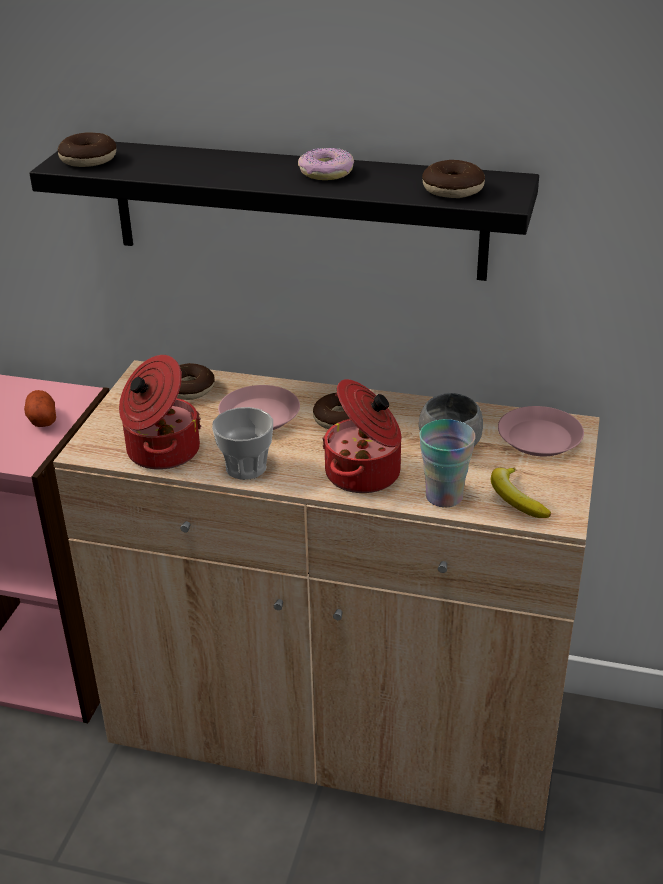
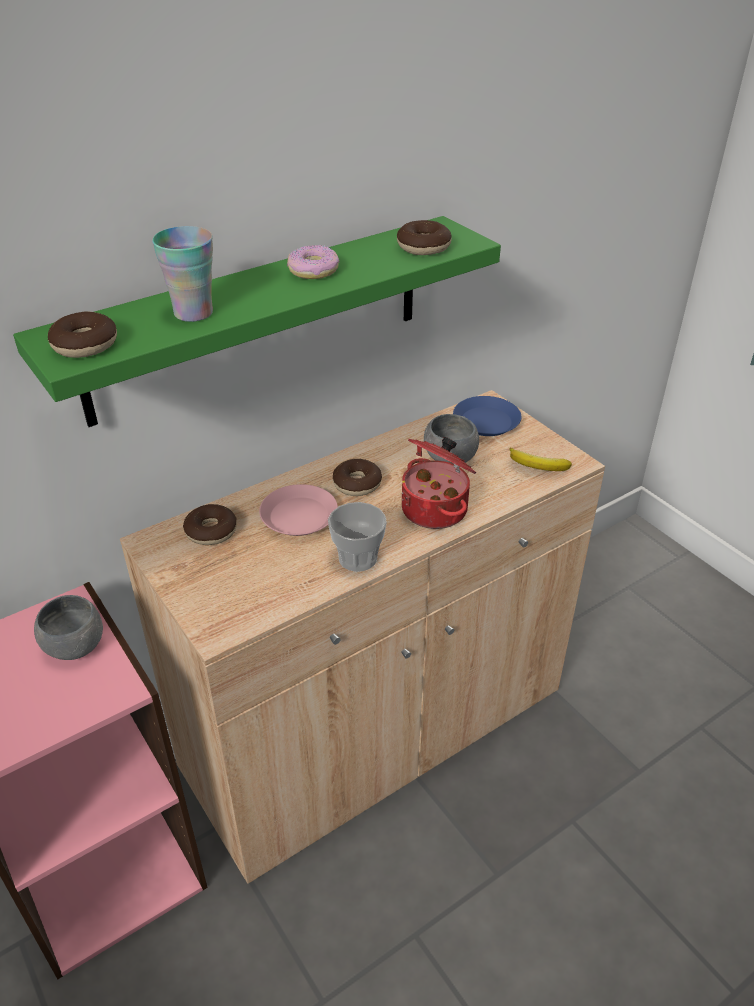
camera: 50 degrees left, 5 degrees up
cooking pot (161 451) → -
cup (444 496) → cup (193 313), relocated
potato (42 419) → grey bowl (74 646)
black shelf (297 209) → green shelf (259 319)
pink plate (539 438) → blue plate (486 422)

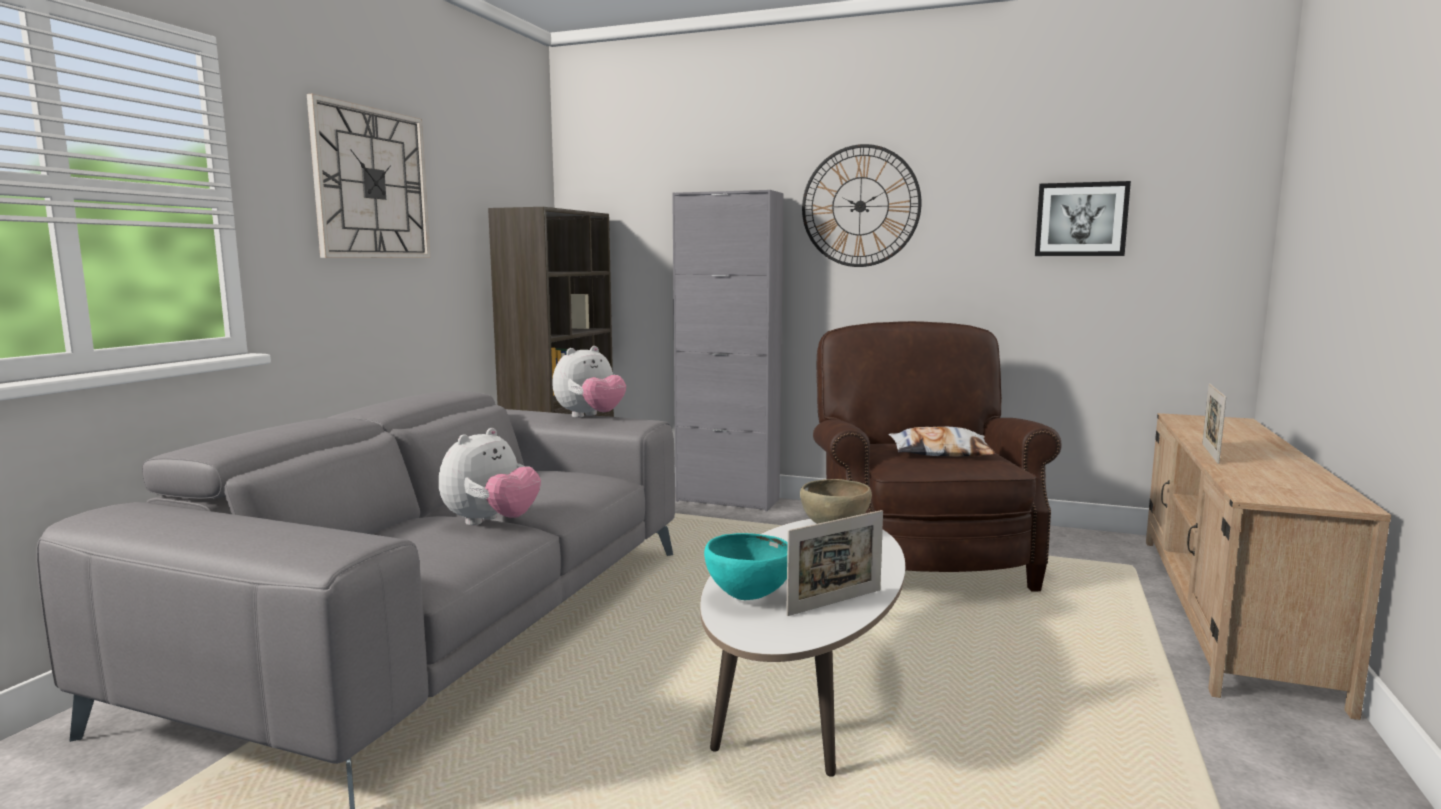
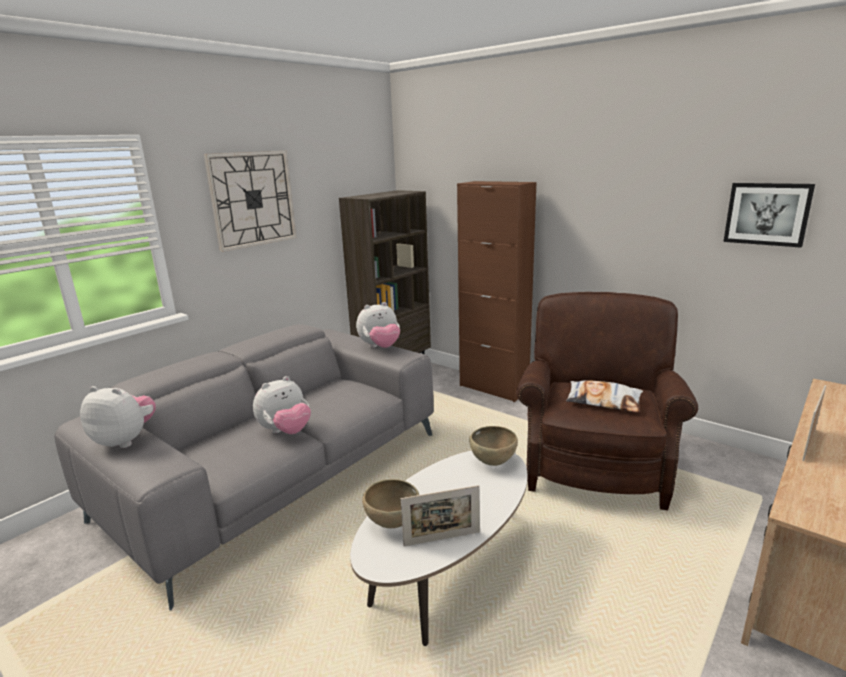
camera: 20 degrees right, 10 degrees up
wall clock (860 206) → -
- → plush toy (126 440)
grey cabinet (727 500) → brown cabinet (493 388)
turquoise bowl (748 598) → brown bowl (392 523)

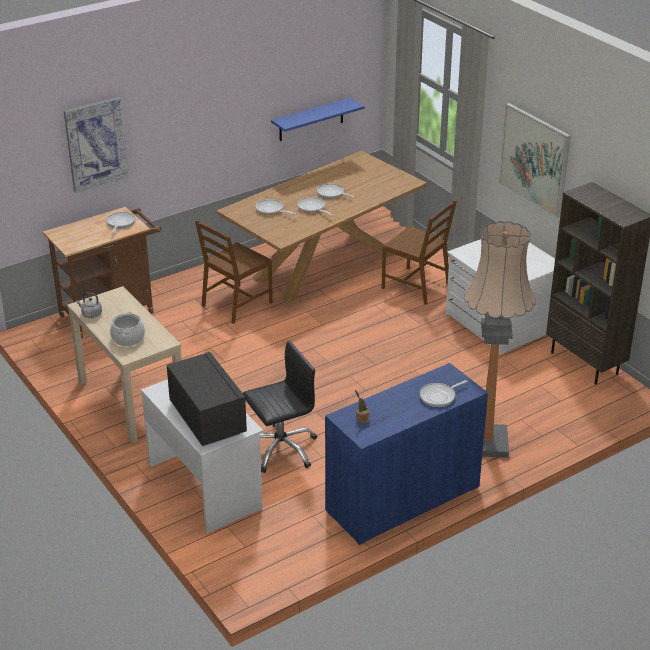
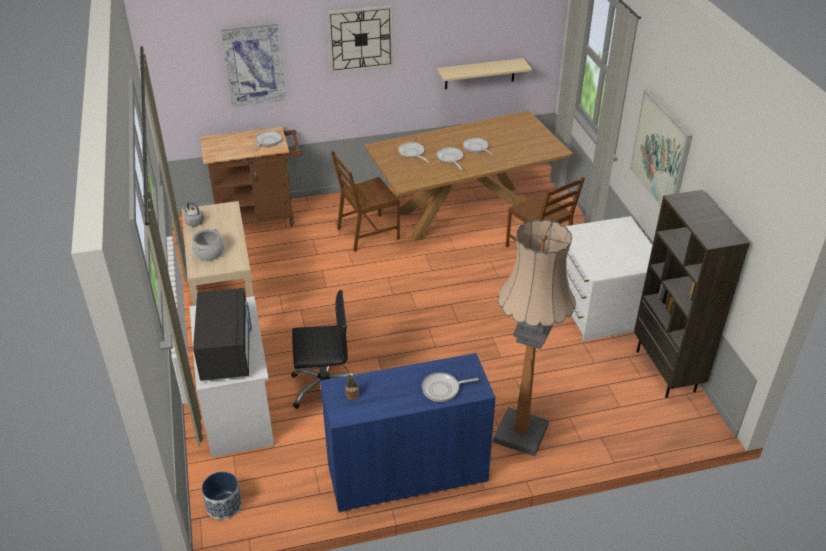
camera: 20 degrees right, 5 degrees up
- → planter (223 505)
- → wall clock (360 39)
blue shelf (311 120) → beige shelf (480 74)

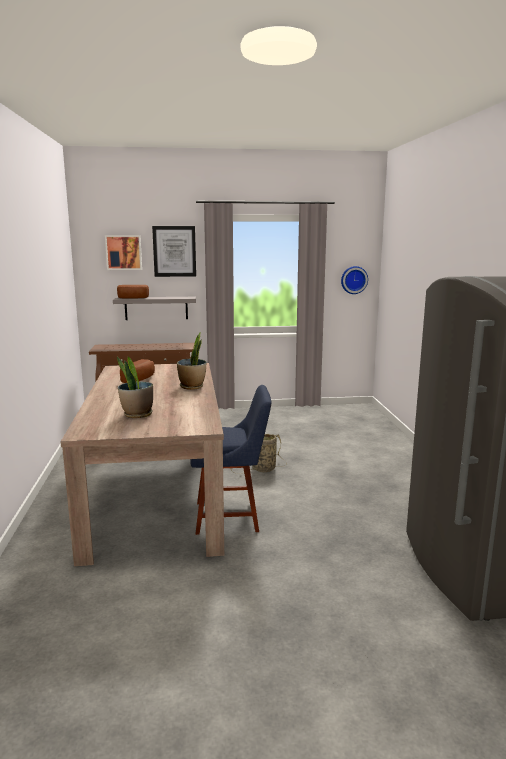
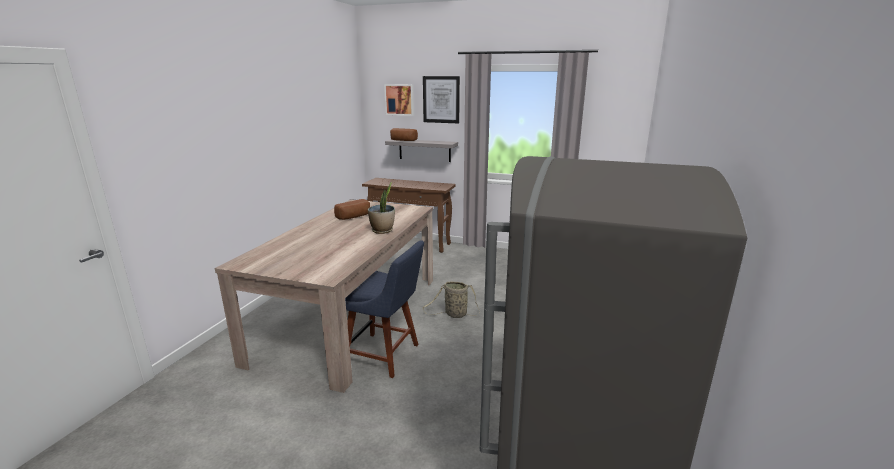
camera: 25 degrees right, 5 degrees up
potted plant (137 414) → -
wall clock (353 280) → -

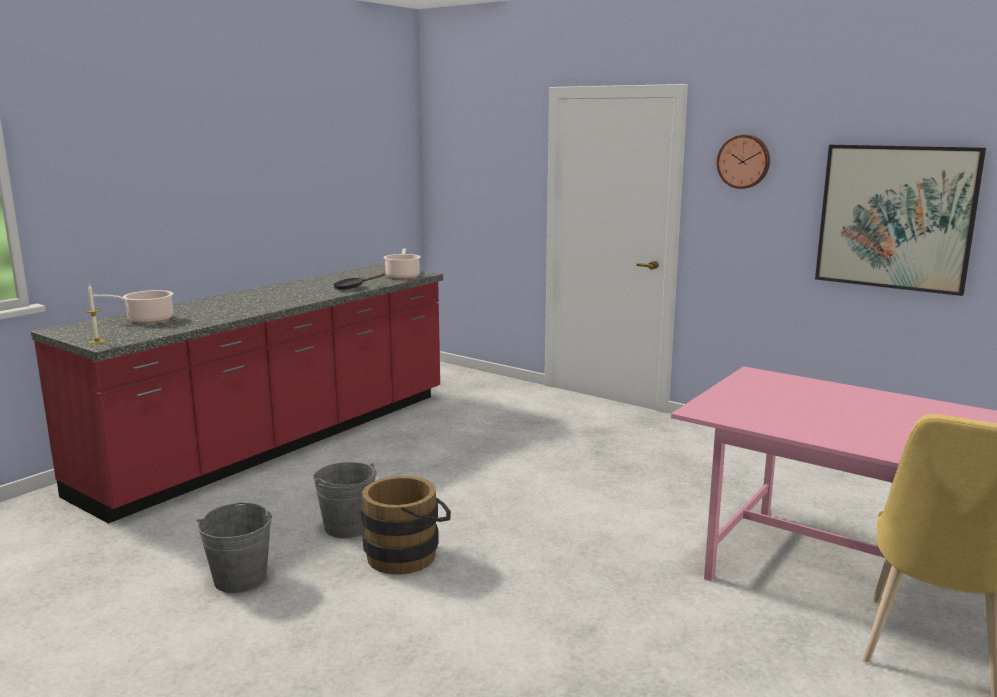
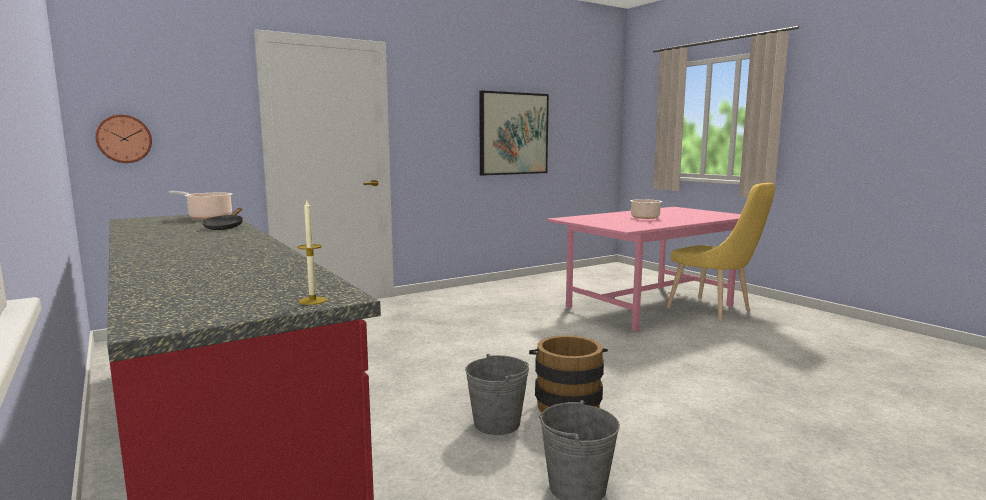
camera: 70 degrees left, 5 degrees down
cooking pot (147 319) → cooking pot (645 217), relocated
wall clock (744 161) → wall clock (124 139), relocated

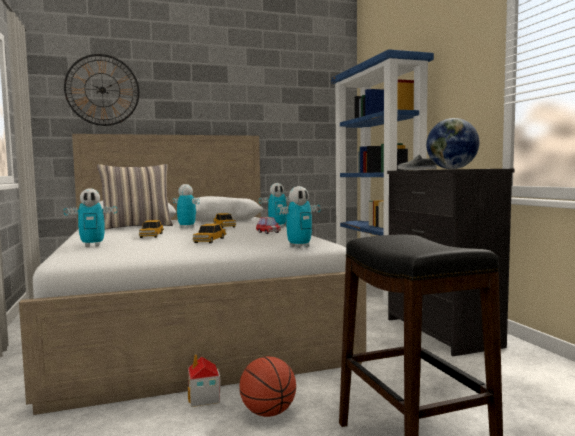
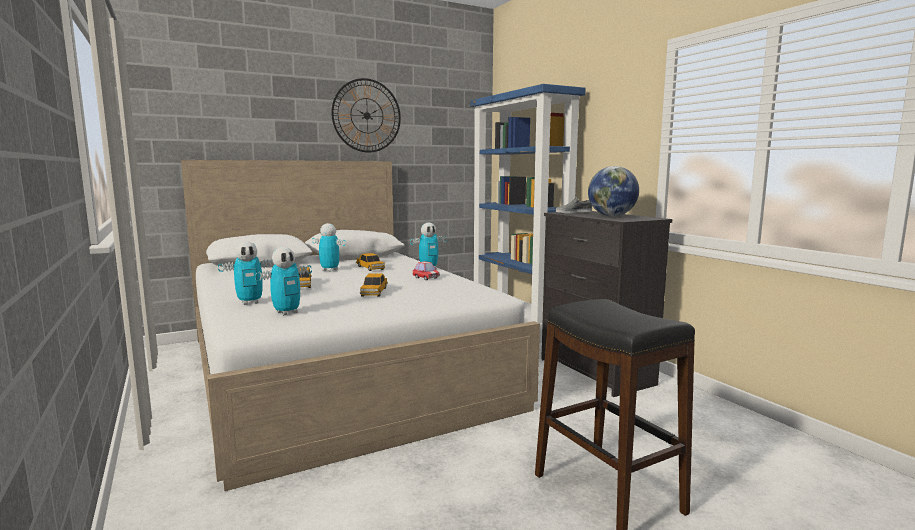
camera: 10 degrees left, 5 degrees up
pillow (137 226) → -
toy house (204 398) → -
basketball (268 413) → -
wall clock (102 90) → wall clock (367 115), relocated
toy robot (299 247) → toy robot (287 313), relocated

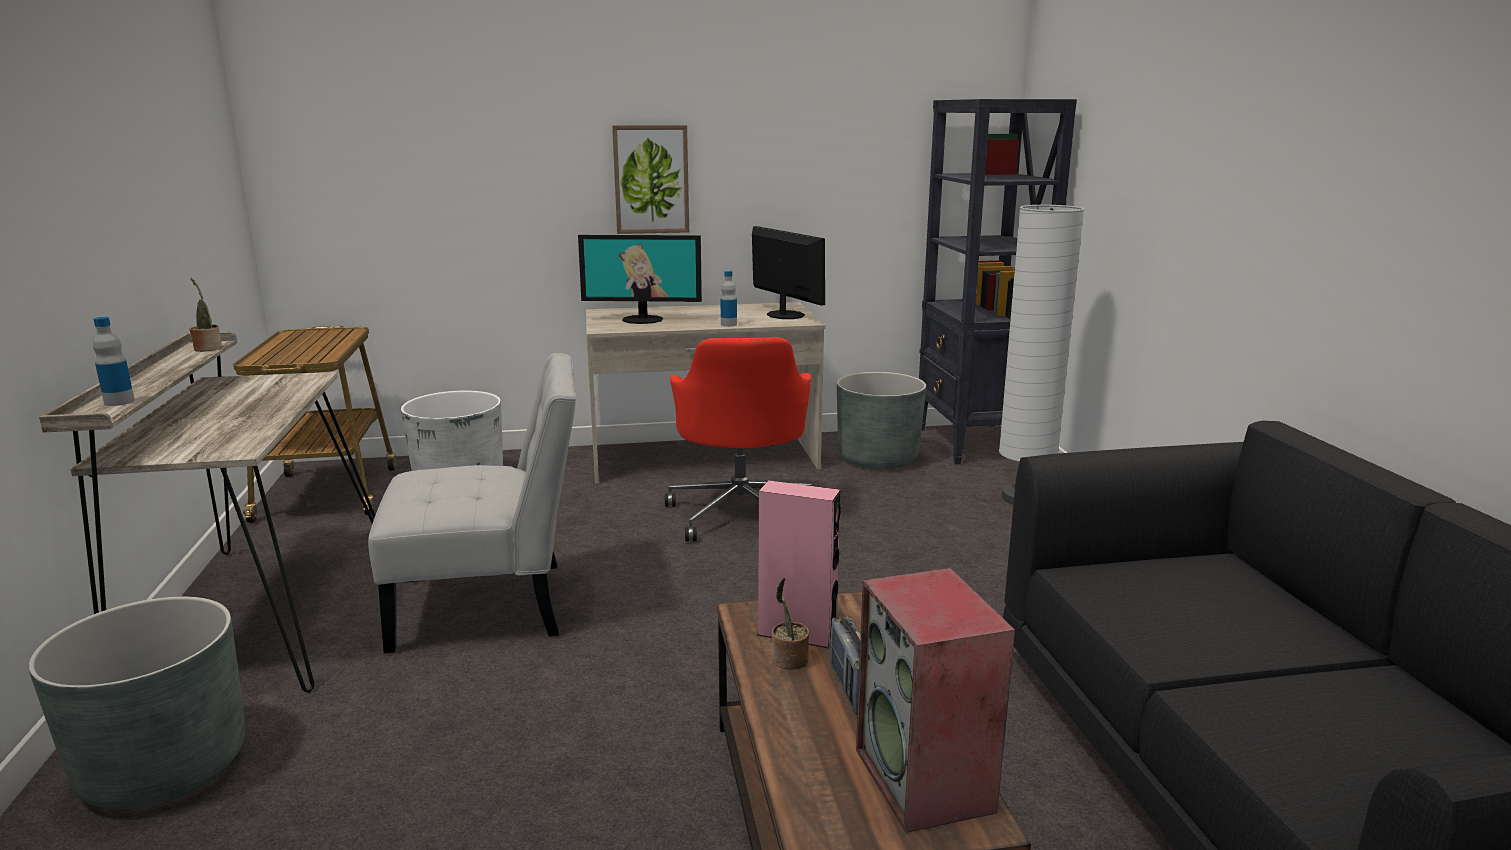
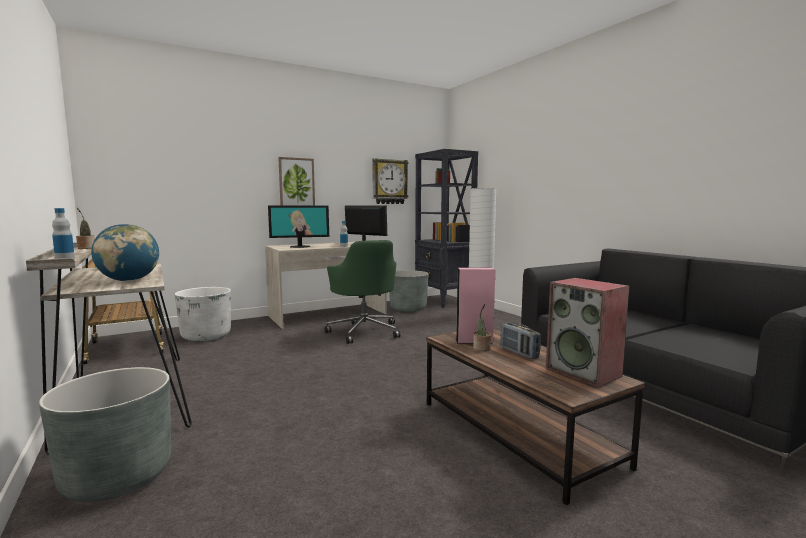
camera: 20 degrees left, 10 degrees down
white chair (492 605) → -
- → globe (129 280)
- → wall clock (389 182)
red office chair (741 512) → green office chair (364 331)

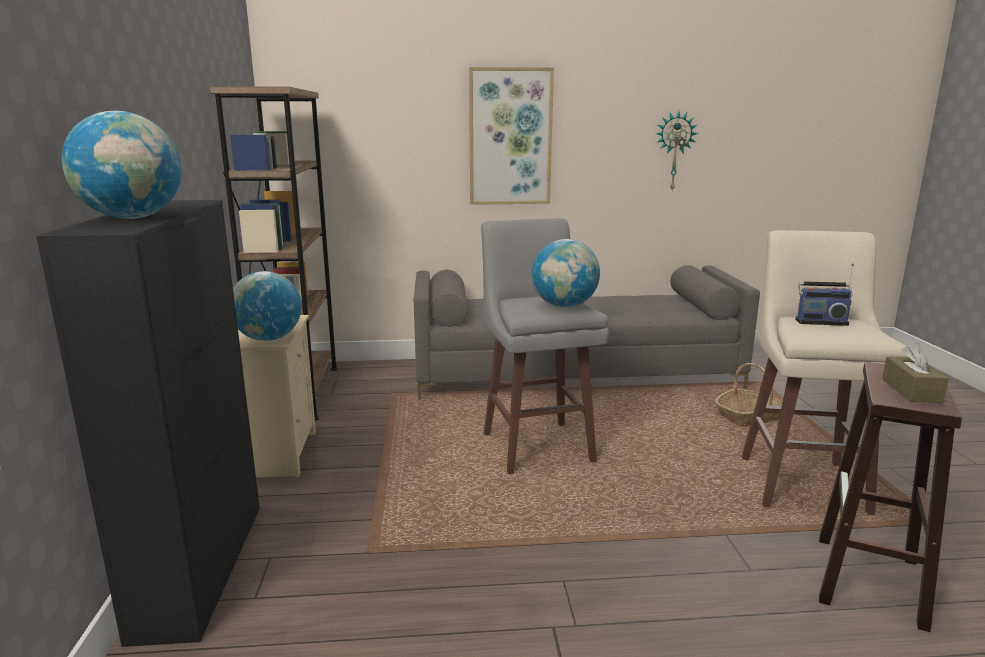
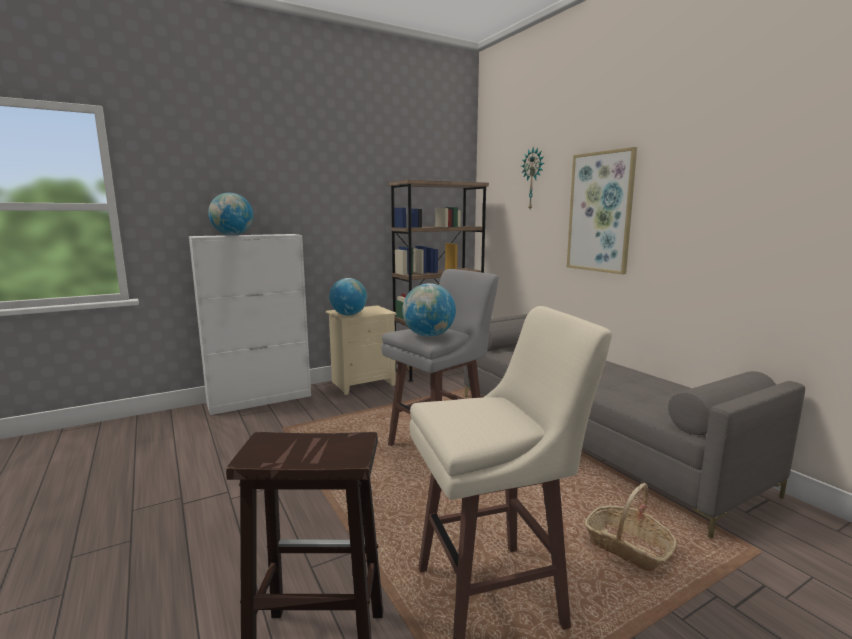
camera: 65 degrees right, 5 degrees down
radio (820 321) → -
brown tissue box (911 390) → -
wall clock (674 151) → wall clock (533 179), relocated
black cabinet (202 566) → white cabinet (260 400)

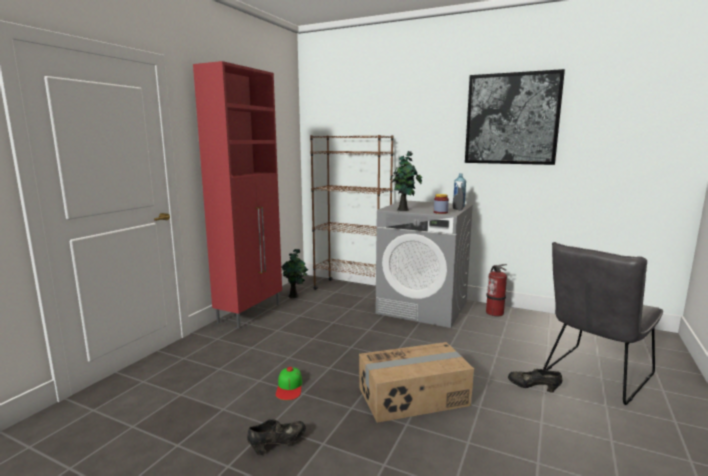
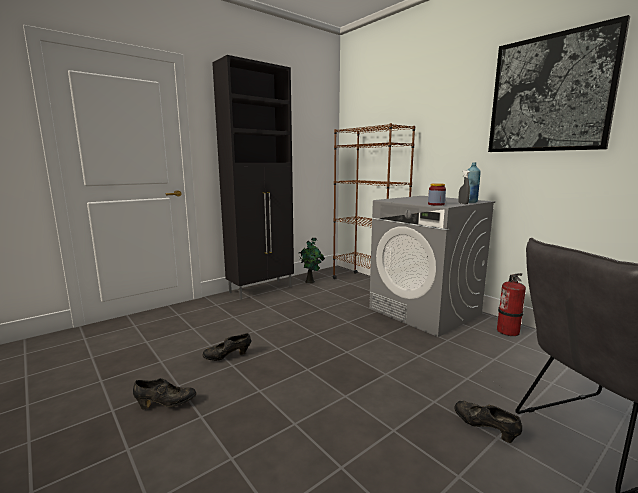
camera: 25 degrees right, 0 degrees up
cardboard box (414 397) → -
potted plant (404 210) → -
cap (289 387) → black shoe (227 357)
red cabinet (251 313) → black cabinet (262 289)

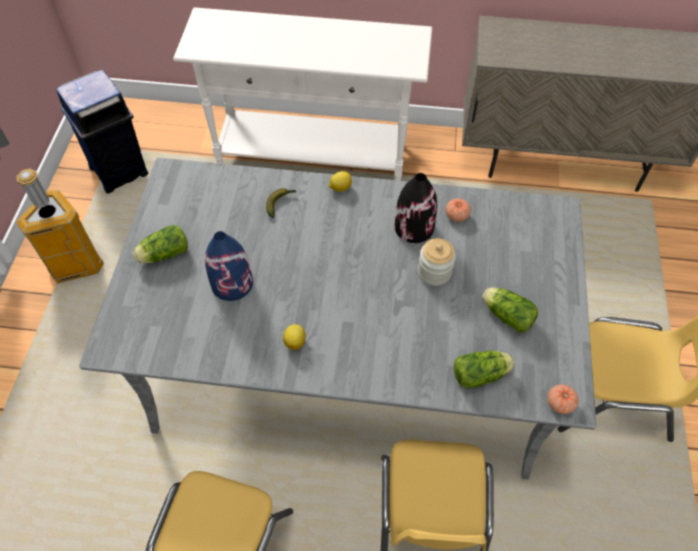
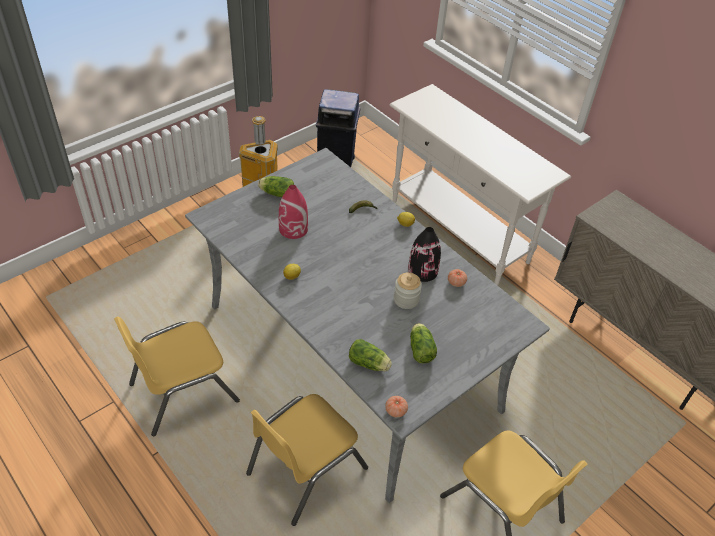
camera: 40 degrees right, 10 degrees down
blue vase (232 283) → red vase (293 229)

